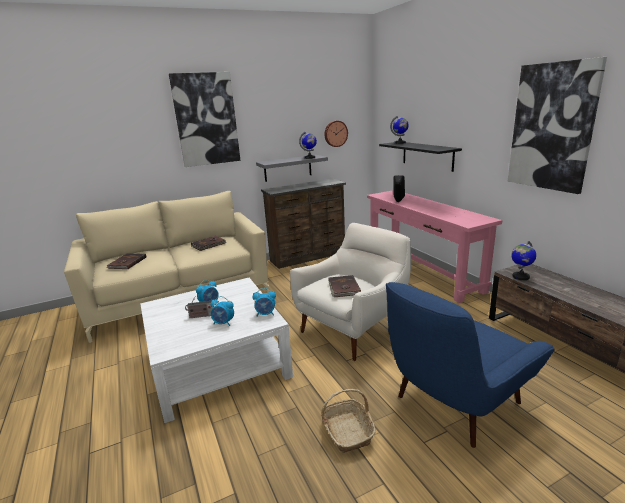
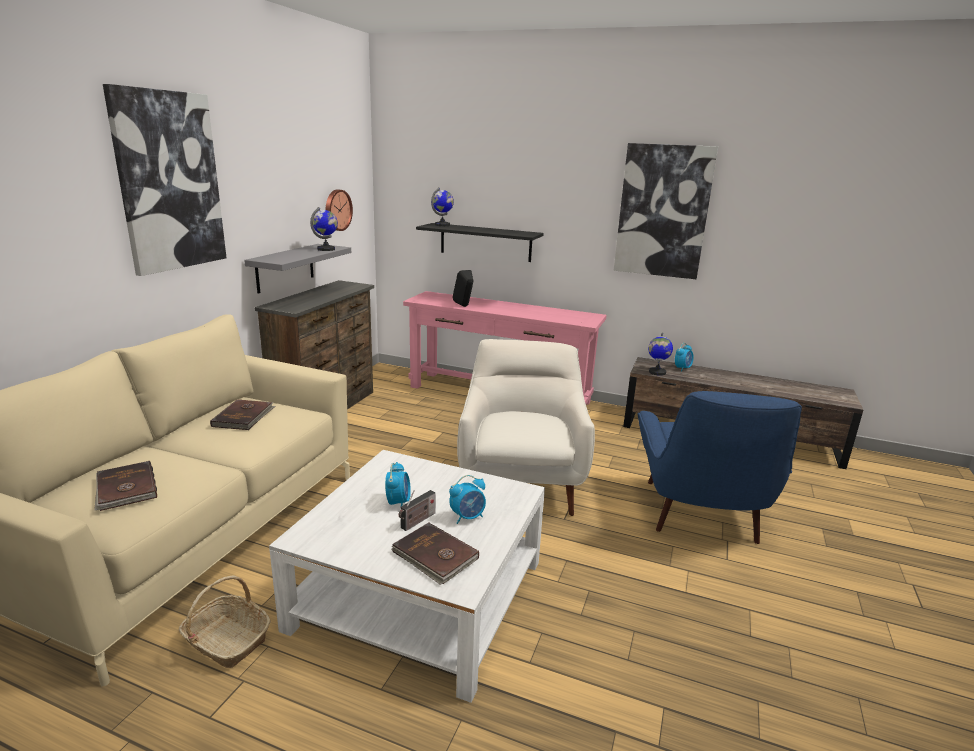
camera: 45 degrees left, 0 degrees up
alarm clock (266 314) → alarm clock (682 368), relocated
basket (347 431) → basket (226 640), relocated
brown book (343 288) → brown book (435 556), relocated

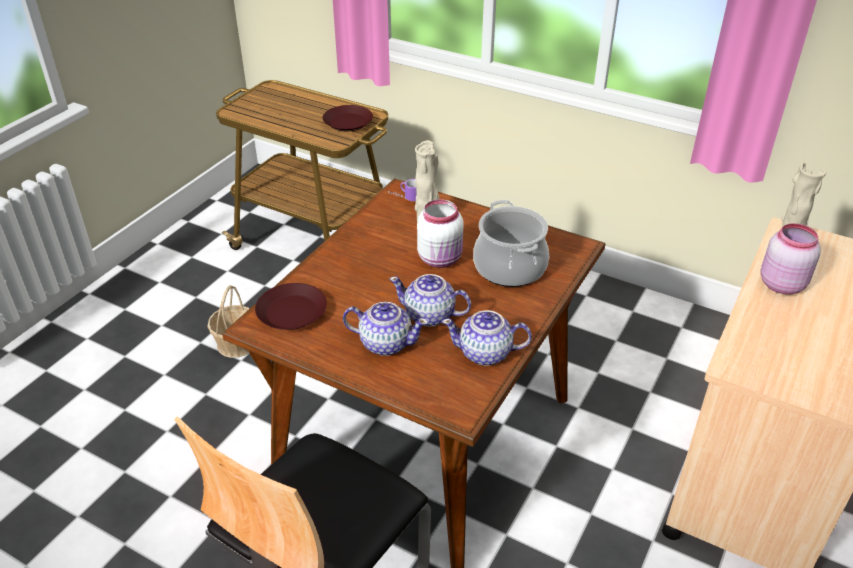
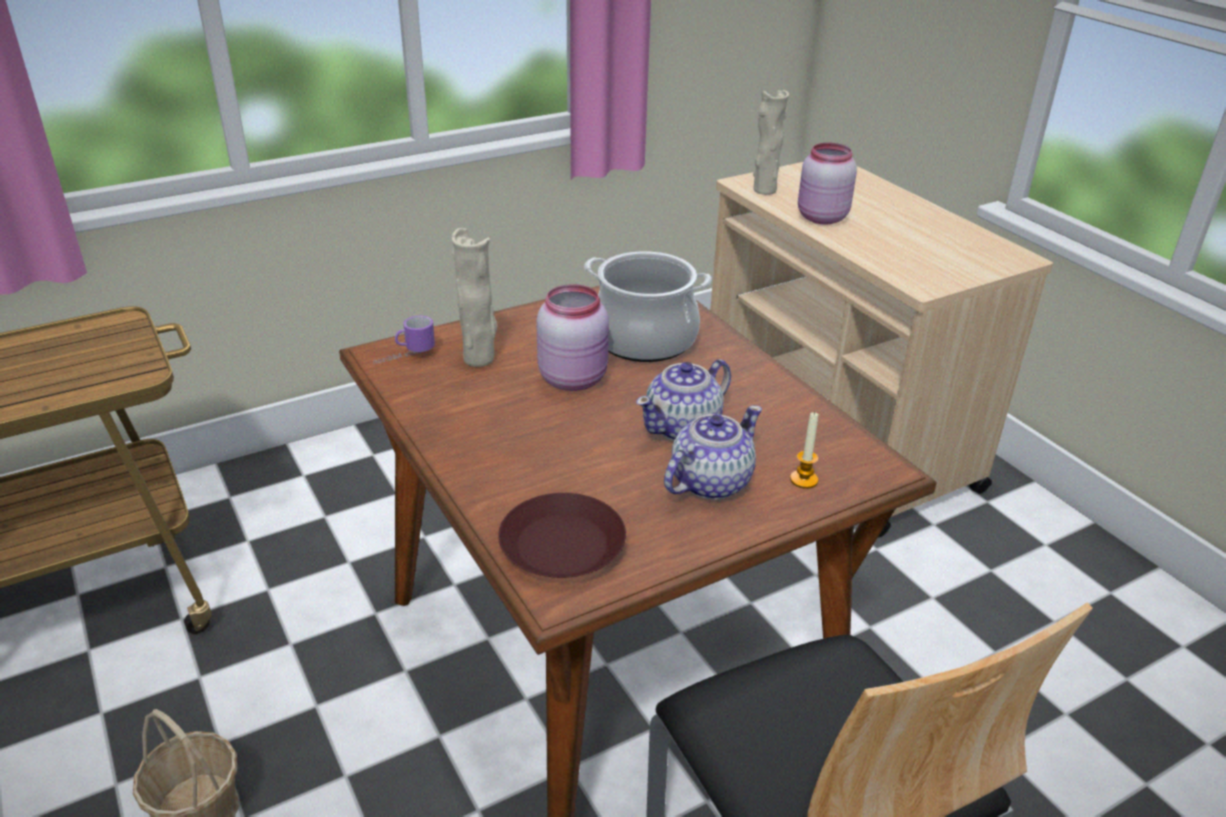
camera: 60 degrees left, 5 degrees down
brown plate (348 122) → -
teapot (486 353) → -
- → candle (804 480)
white jar (441 259) → pink jar (574 378)

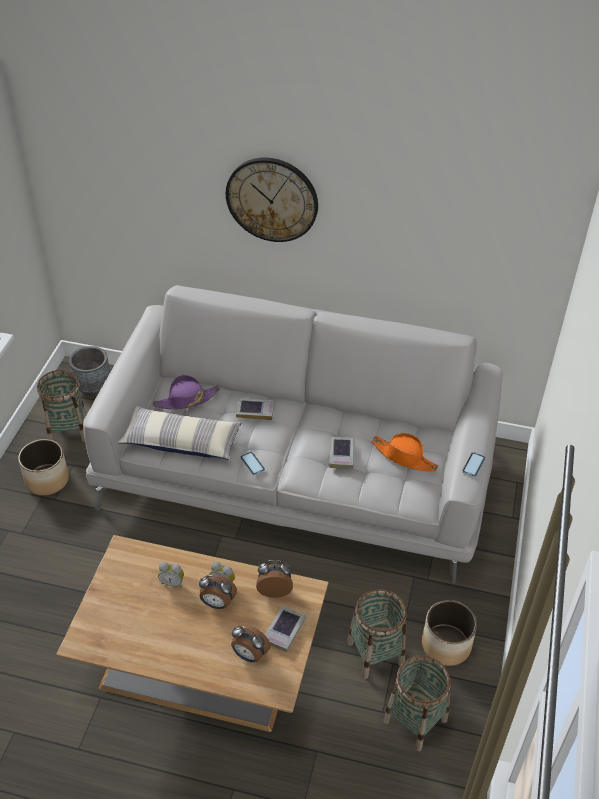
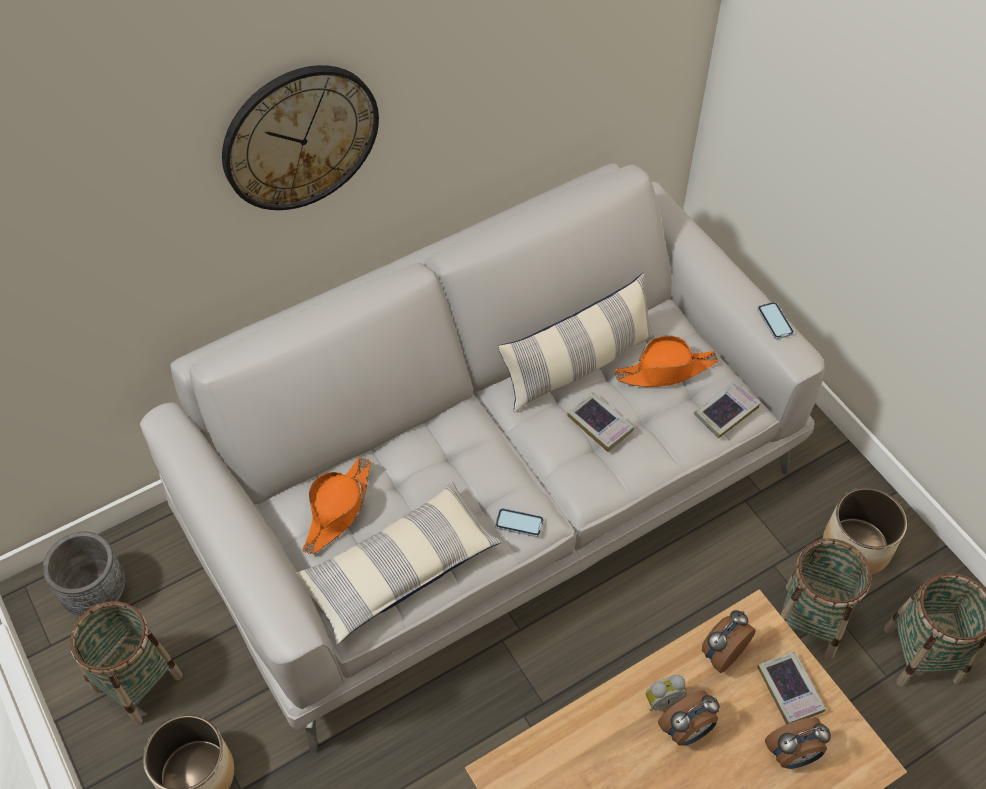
camera: 45 degrees left, 10 degrees up
alarm clock (172 582) → -
- → pillow (578 365)
book (255 411) → book (726 412), relocated
purple hat (186 400) → orange hat (338 509)

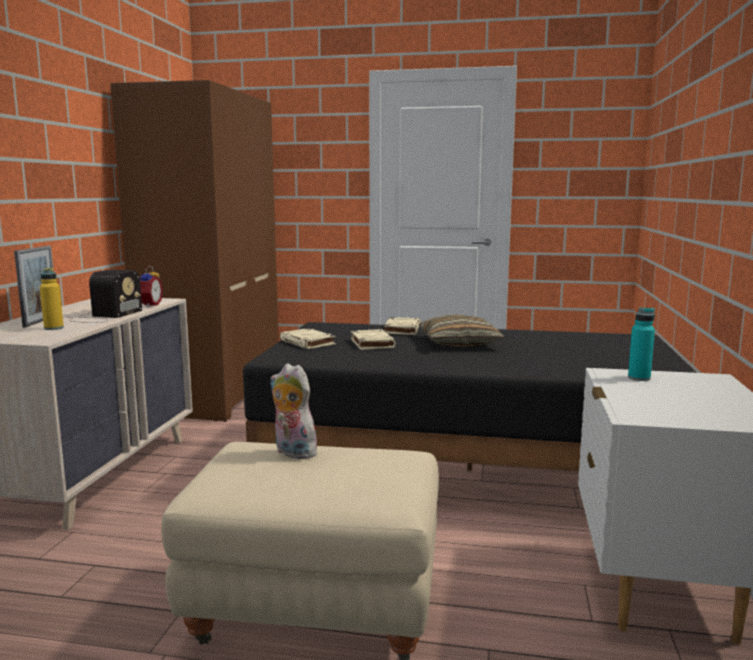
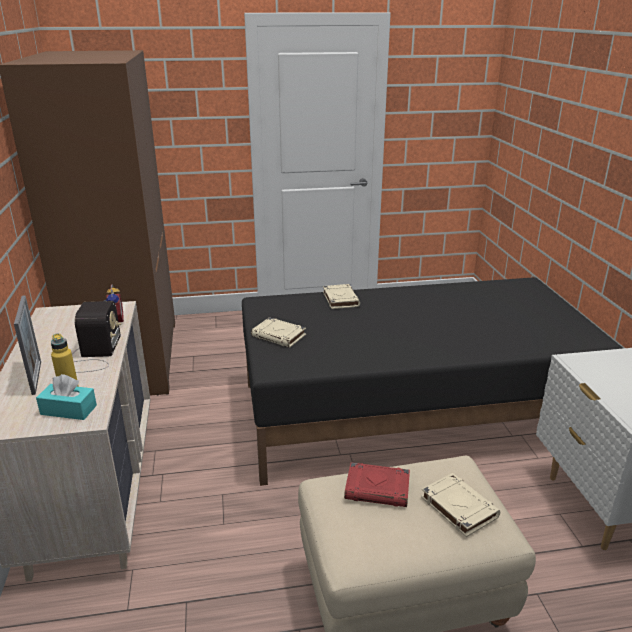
camera: 20 degrees left, 15 degrees up
pillow (459 343) → -
turquoise bottle (639 378) → -
- → turquoise tissue box (68 410)
beige book (372 343) → beige book (458 507), relocated
plush toy (292 452) → red book (378 489)

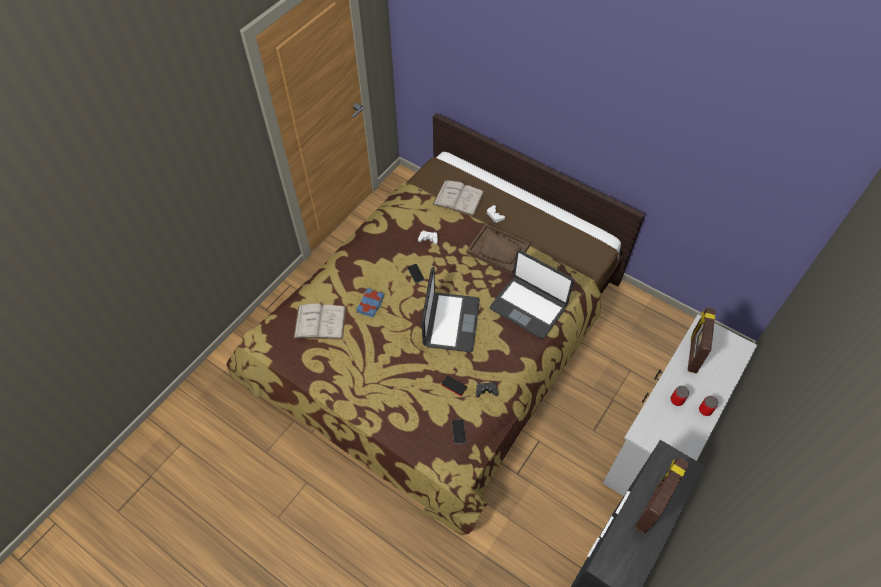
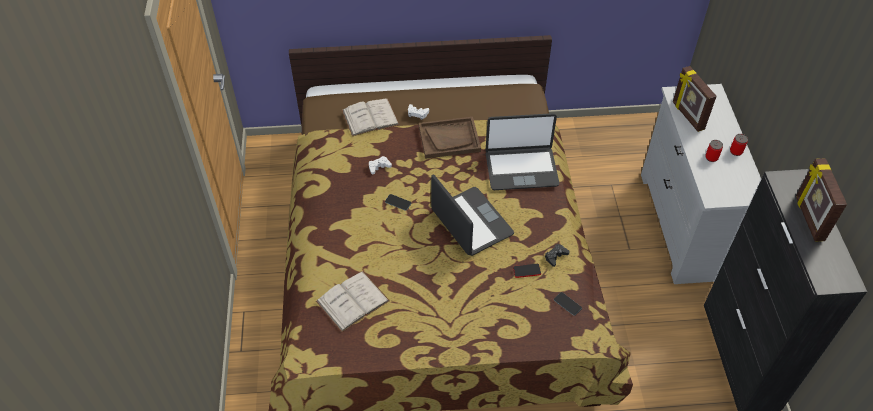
camera: 40 degrees left, 5 degrees down
blue book (371 304) → -

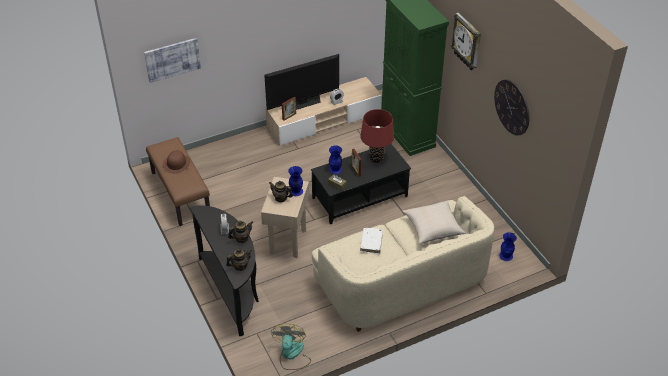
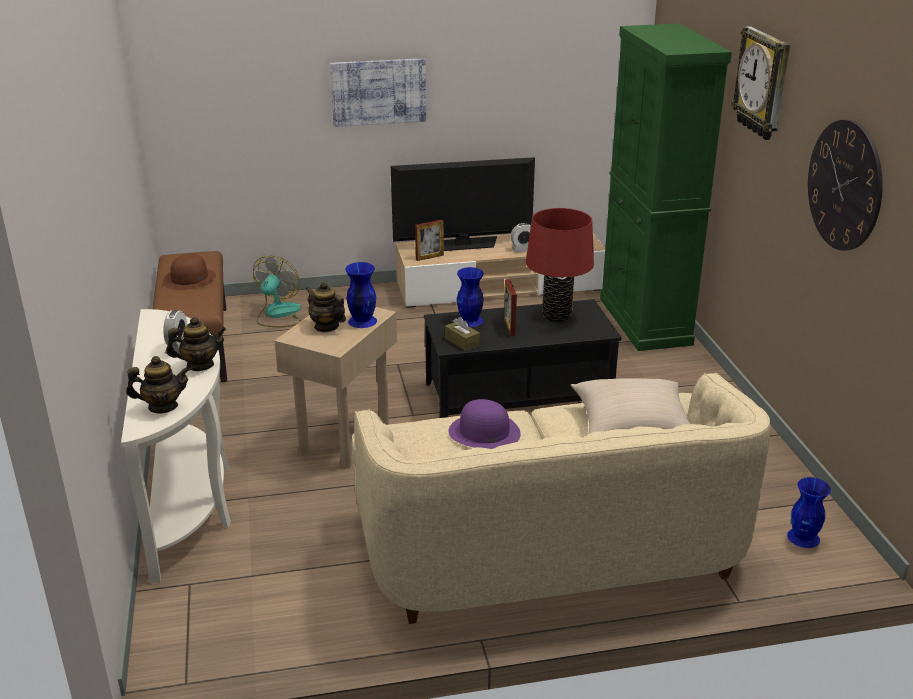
camera: 15 degrees right, 15 degrees down
picture (172 59) → picture (378 92), relocated
fan (291 355) → fan (278 315), relocated
white book (371 243) → purple hat (484 432)
black console table (233 291) → white console table (190 501)

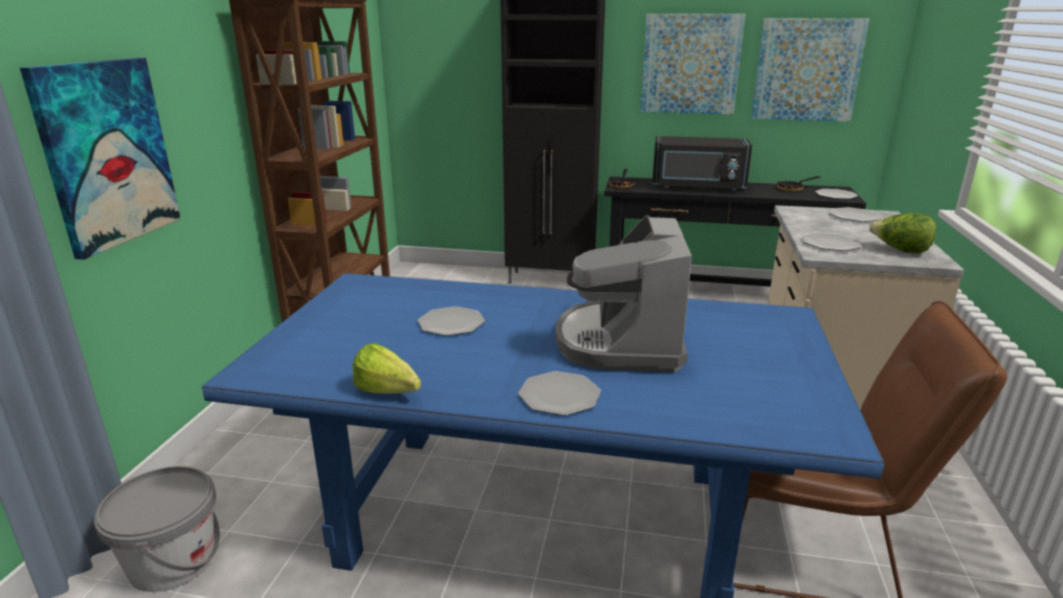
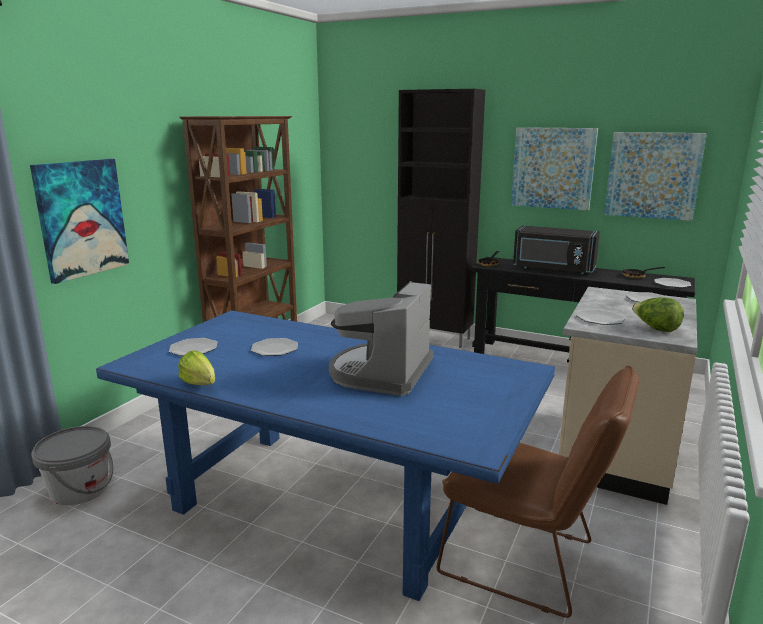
camera: 15 degrees right, 5 degrees down
plate (559 395) → plate (193 348), relocated

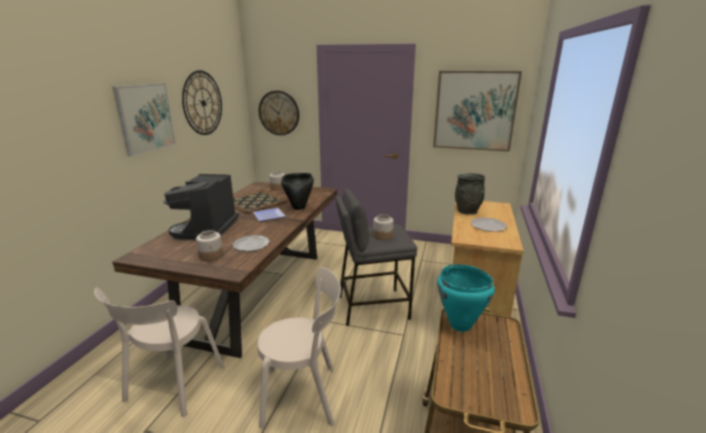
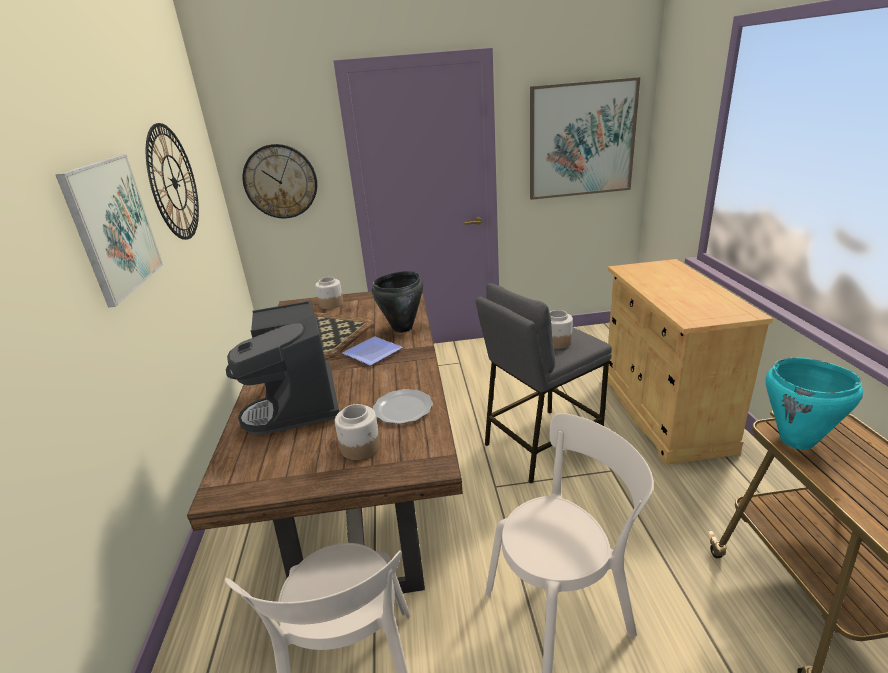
camera: 20 degrees left, 5 degrees up
grey vase (467 211) → -
plate (488 226) → -

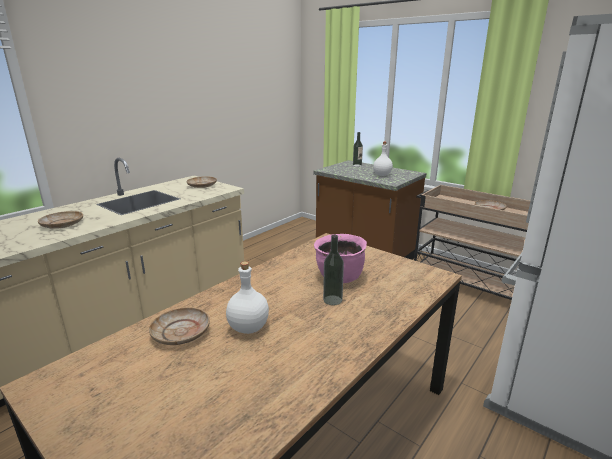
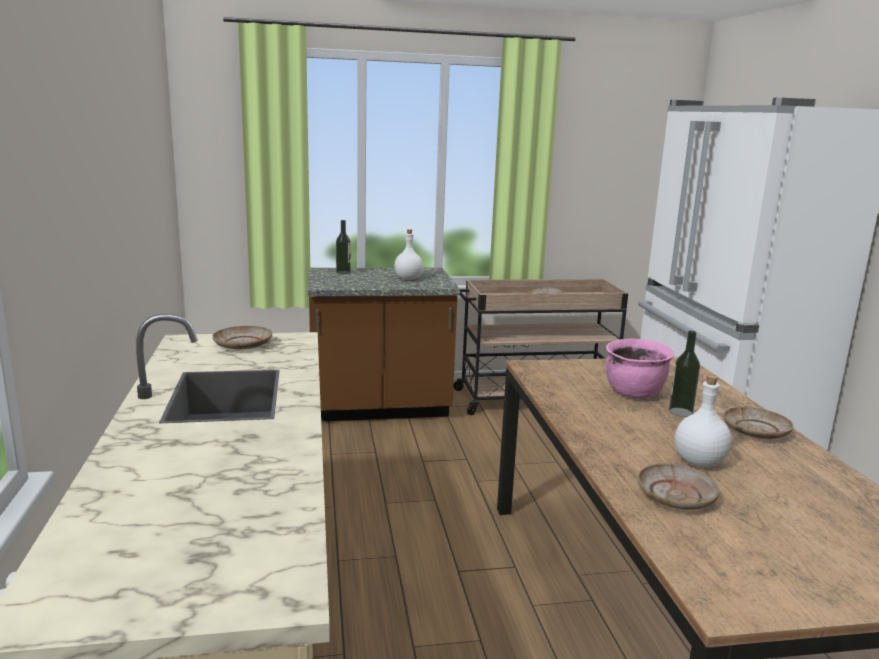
camera: 50 degrees left, 5 degrees down
beige plate (62 224) → beige plate (756 431), relocated

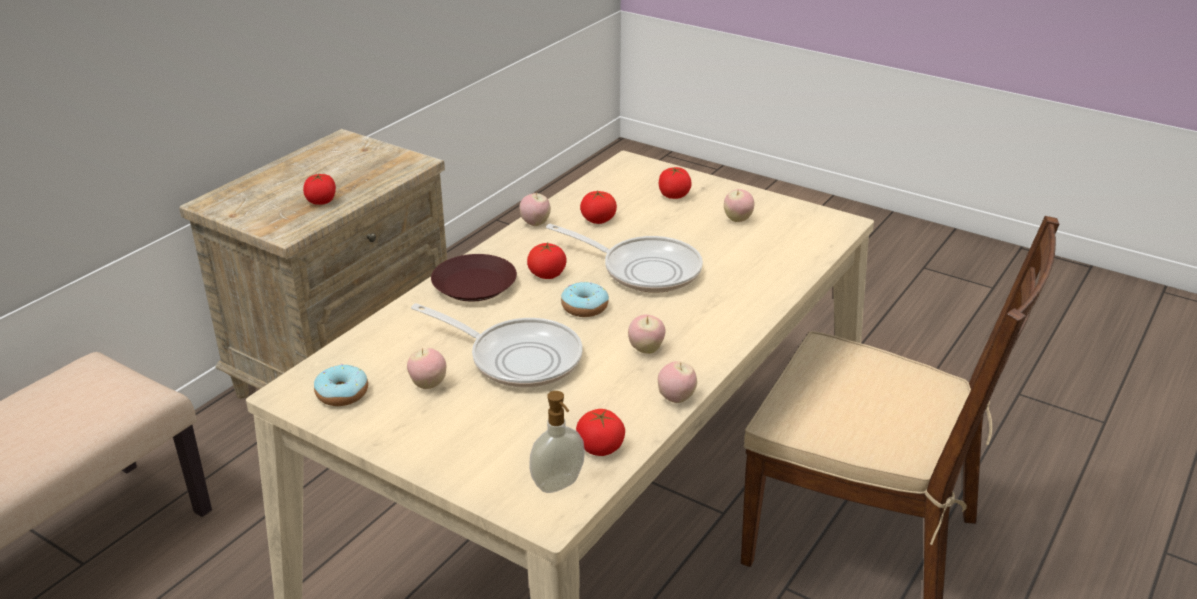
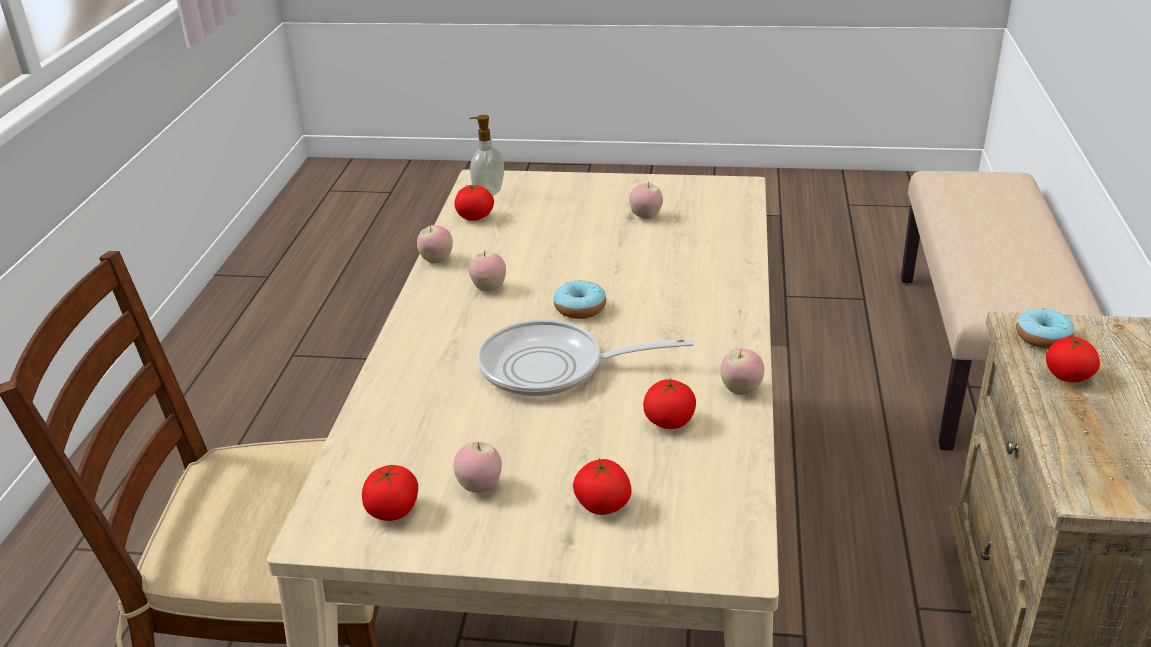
camera: 155 degrees right, 0 degrees up
frying pan (518 358) → -
brown plate (475 284) → -
donut (342 394) → donut (1042 337), relocated
tomato (547 275) → tomato (393 510), relocated

